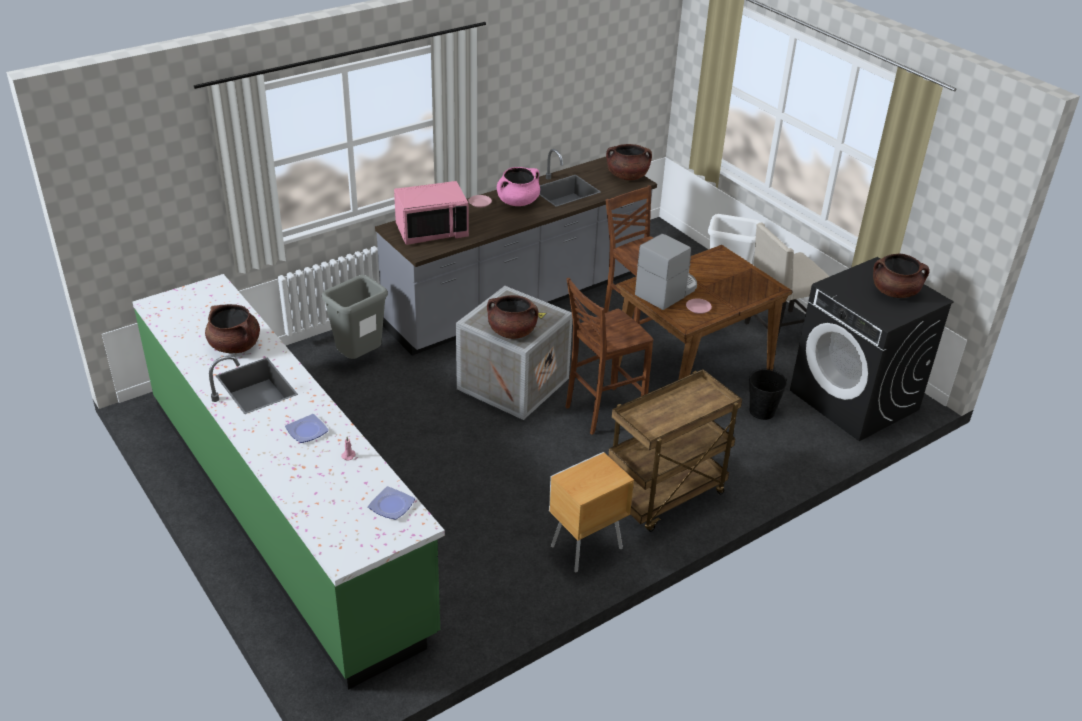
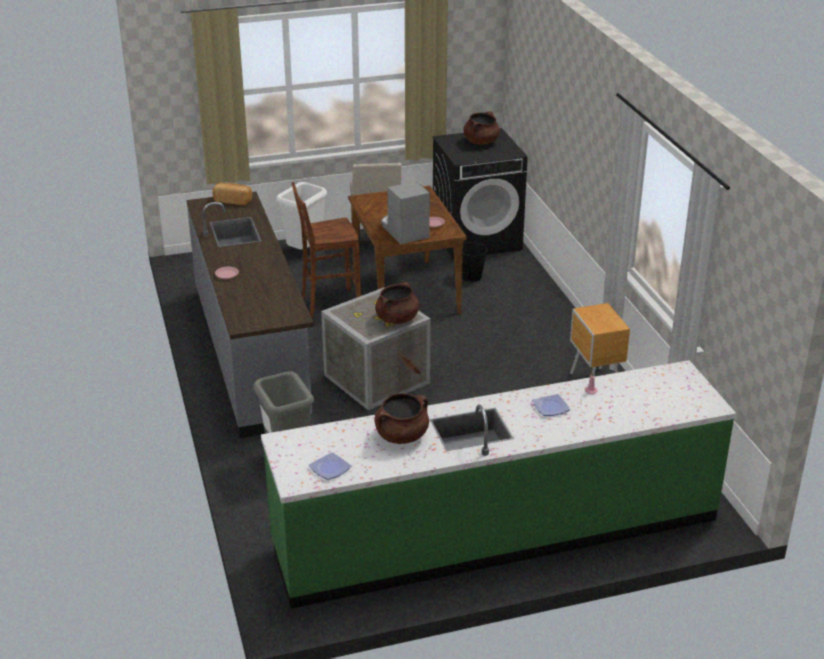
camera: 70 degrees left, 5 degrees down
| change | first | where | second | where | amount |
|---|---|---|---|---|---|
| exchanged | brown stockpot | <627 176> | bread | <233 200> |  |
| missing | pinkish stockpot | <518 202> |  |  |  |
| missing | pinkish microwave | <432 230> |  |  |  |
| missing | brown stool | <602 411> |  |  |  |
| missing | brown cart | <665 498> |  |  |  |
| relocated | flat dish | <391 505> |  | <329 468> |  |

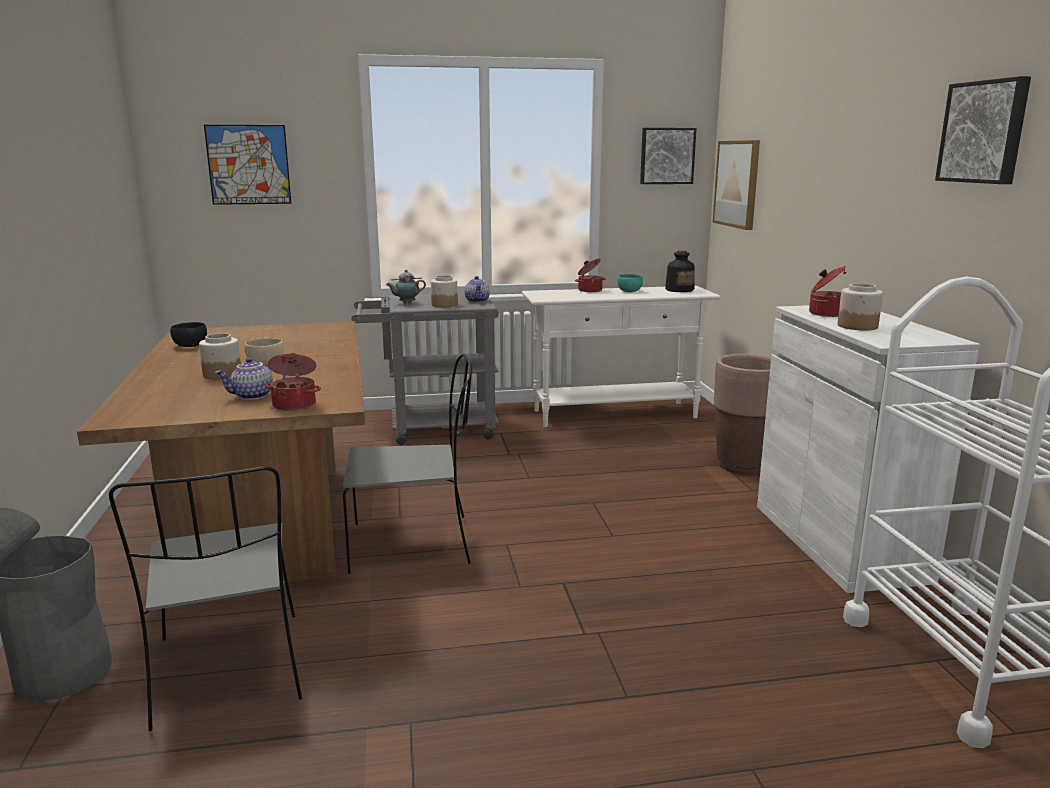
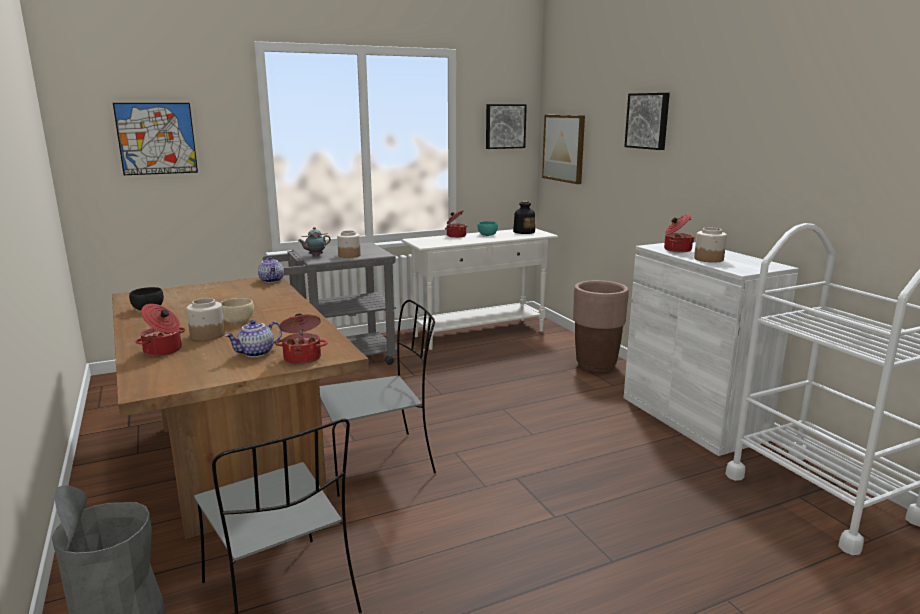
camera: 15 degrees left, 0 degrees up
| change | first | where | second | where | amount |
|---|---|---|---|---|---|
| relocated | wall picture | <984 132> |  | <648 121> |  |
| relocated | pot for tea | <478 301> |  | <272 280> |  |
| appeared |  |  | stockpot | <163 351> |  |

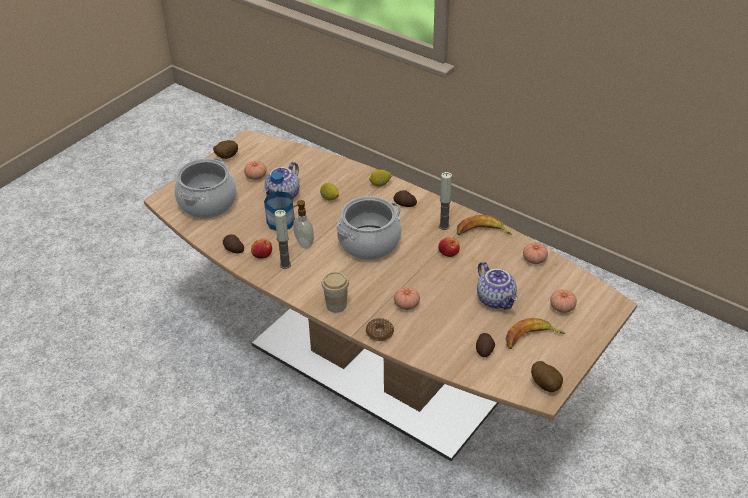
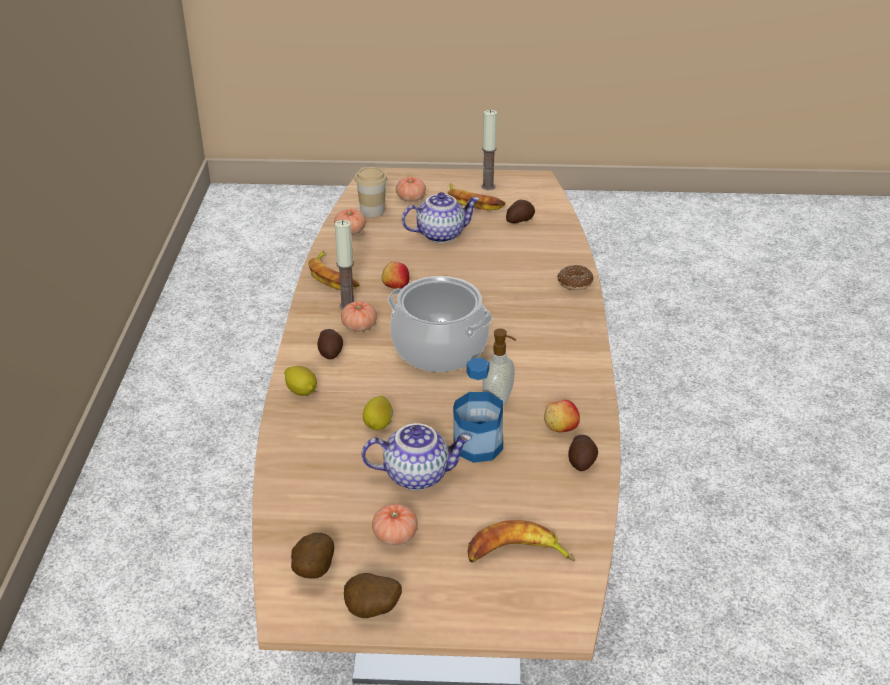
camera: 125 degrees left, 5 degrees down
| change | first | where | second | where | amount |
|---|---|---|---|---|---|
| exchanged | stockpot | <207 203> | banana | <517 554> |  |
| relocated | wax candle | <285 264> |  | <488 186> |  |
| spun | pot for tea | <496 299> |  | <441 234> | 45 degrees clockwise |
| relocated | cup | <336 305> |  | <372 211> |  |
| relocated | whole tomato | <406 304> |  | <359 326> |  |
| relocated | spud | <546 385> |  | <312 571> |  |

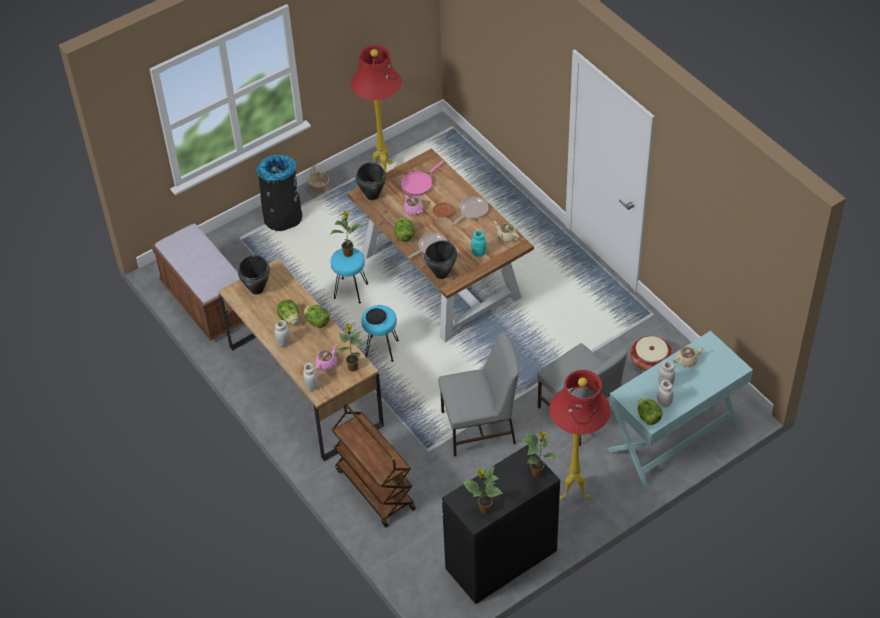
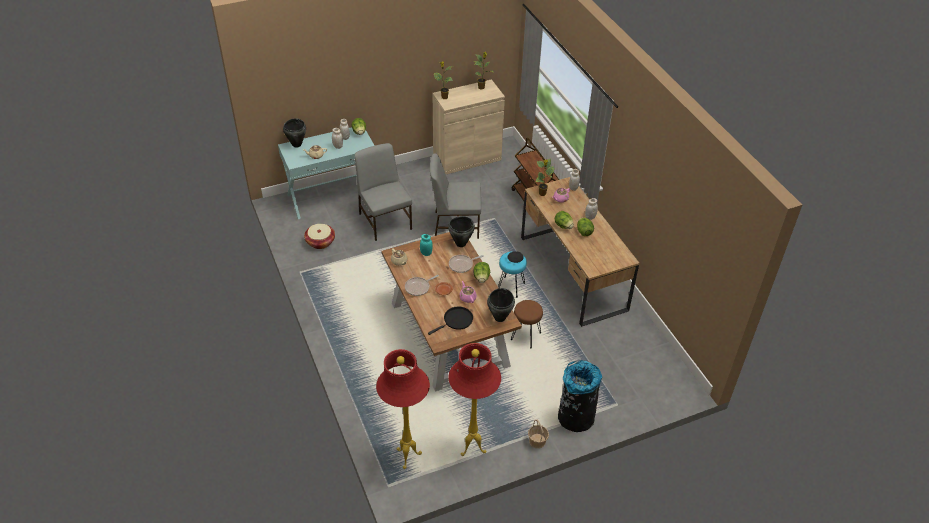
camera: 170 degrees left, 5 degrees down
| change | first | where | second | where | amount |
|---|---|---|---|---|---|
| colour | pinkish skillet | <418 183> | black-coloured skillet | <456 321> |  |
| missing | houseplant | <348 253> |  |  |  |
| missing | brown bench | <206 303> |  |  |  |
| colour | blue-green stool | <350 290> | brown stool | <526 336> |  |
| relocated | black-coloured stockpot | <257 289> |  | <296 144> |  |
| relocated | red-coloured floor lamp | <575 492> |  | <406 457> |  |
| colour | black-coloured storage cabinet | <501 559> | sand-coloured storage cabinet | <467 158> |  |

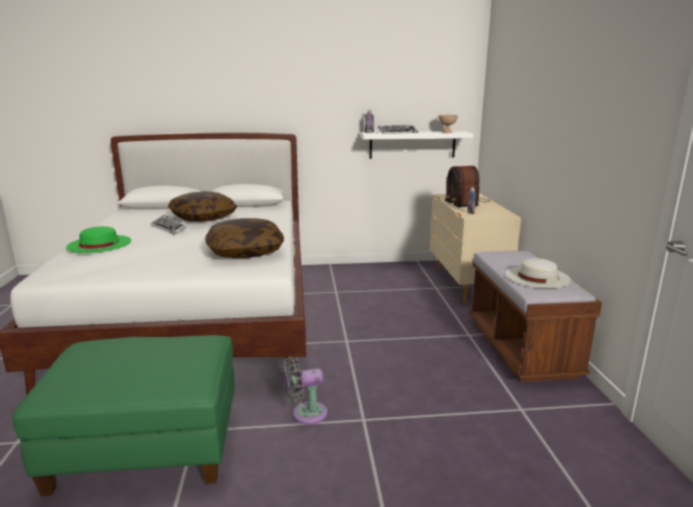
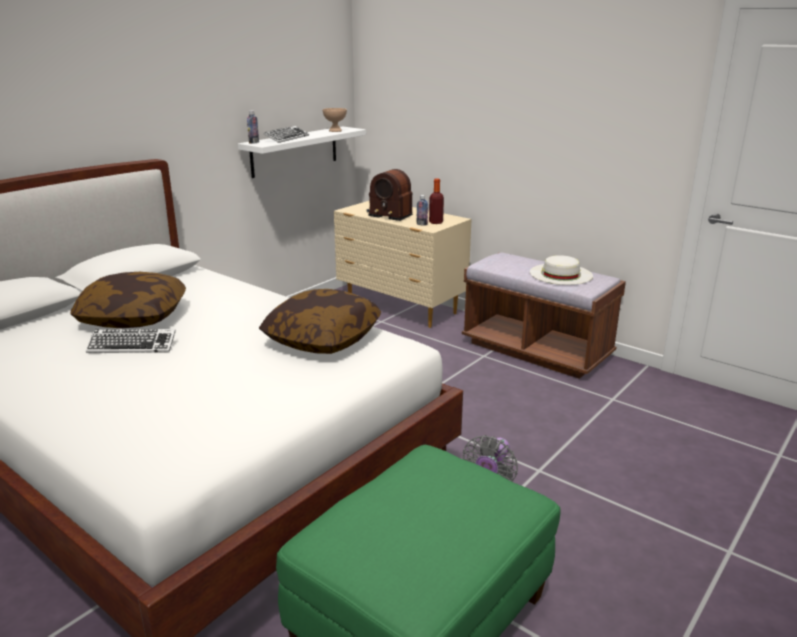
camera: 45 degrees left, 5 degrees up
| change | first | where | second | where | amount |
|---|---|---|---|---|---|
| missing | greenish wearable hat | <99 244> |  |  |  |
| appeared |  |  | beverage bottle | <436 222> |  |

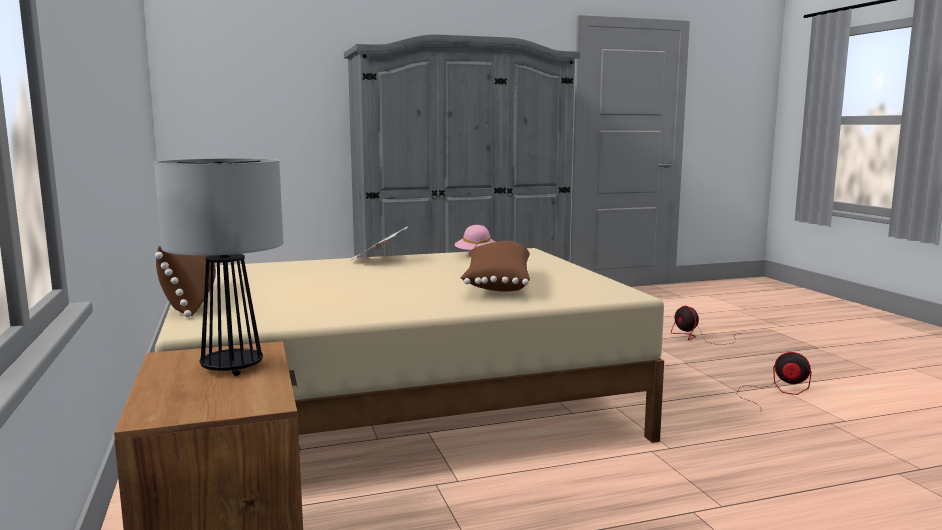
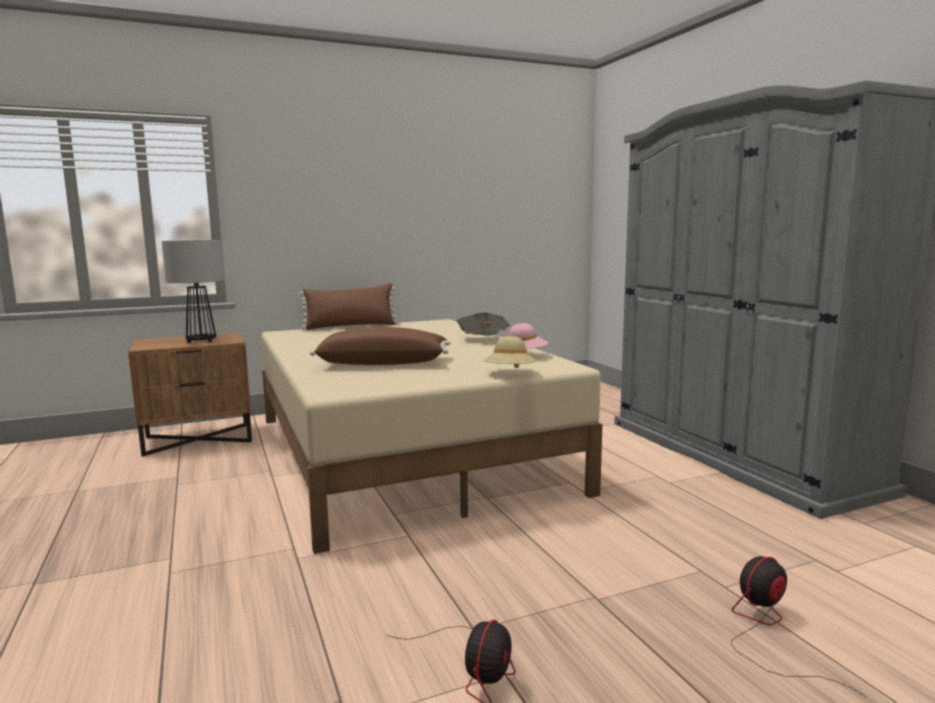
camera: 85 degrees right, 0 degrees up
| change | first | where | second | where | amount |
|---|---|---|---|---|---|
| appeared |  |  | sand-coloured wearable hat | <510 373> |  |

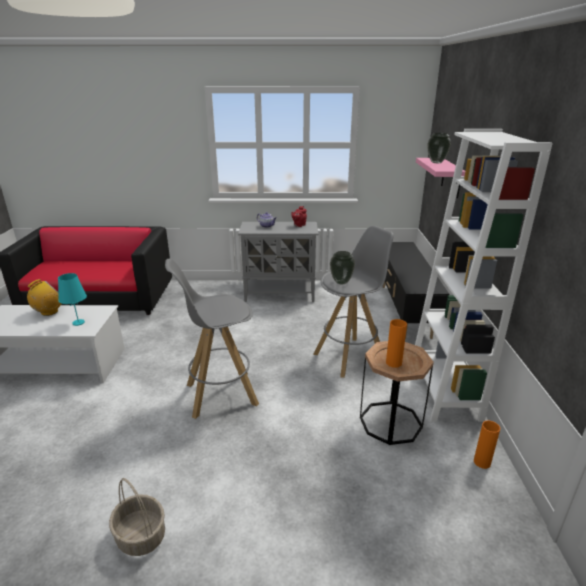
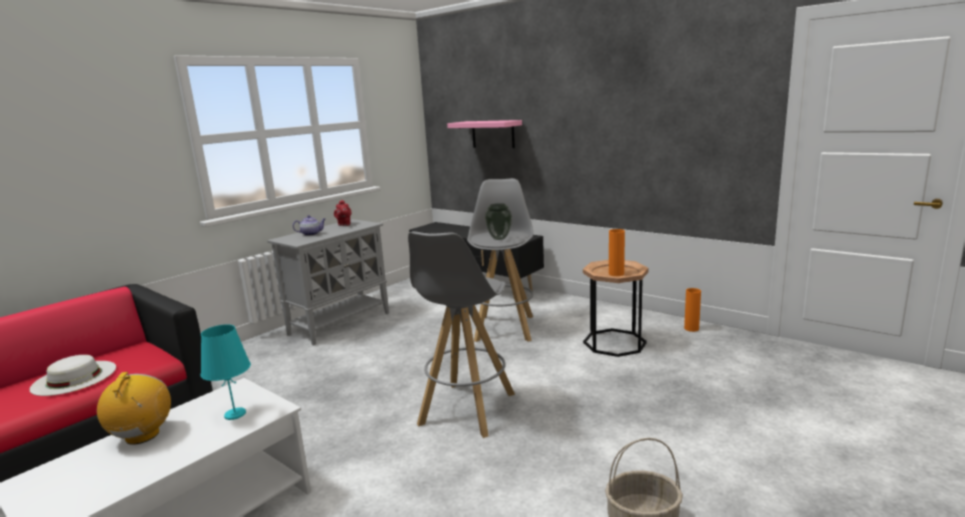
camera: 50 degrees left, 10 degrees down
| change | first | where | second | where | amount |
|---|---|---|---|---|---|
| missing | whitish bookshelf | <444 392> |  |  |  |
| missing | vase | <436 162> |  |  |  |
| appeared |  |  | whitish wearable hat | <74 377> |  |

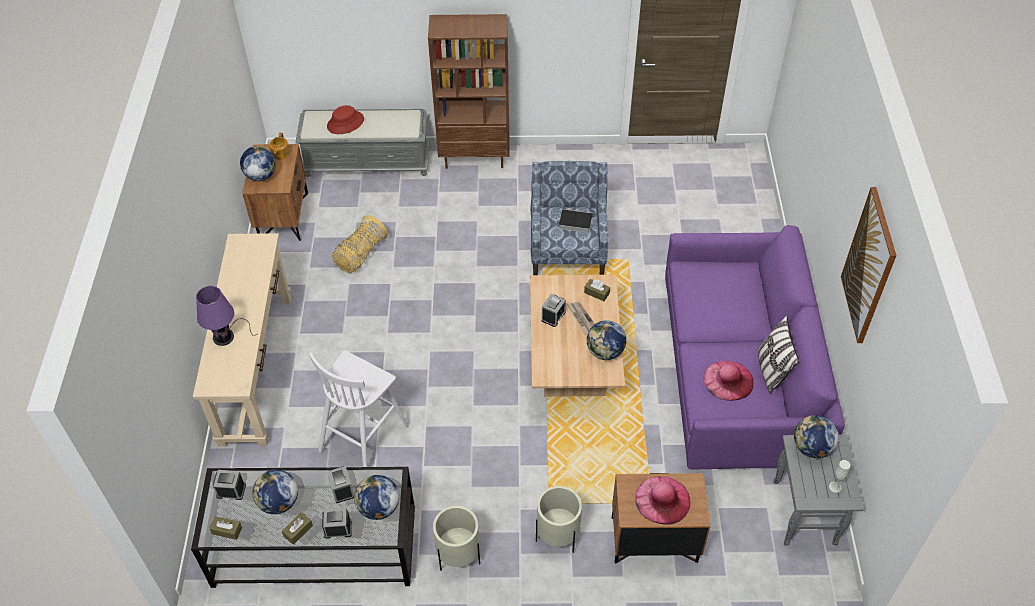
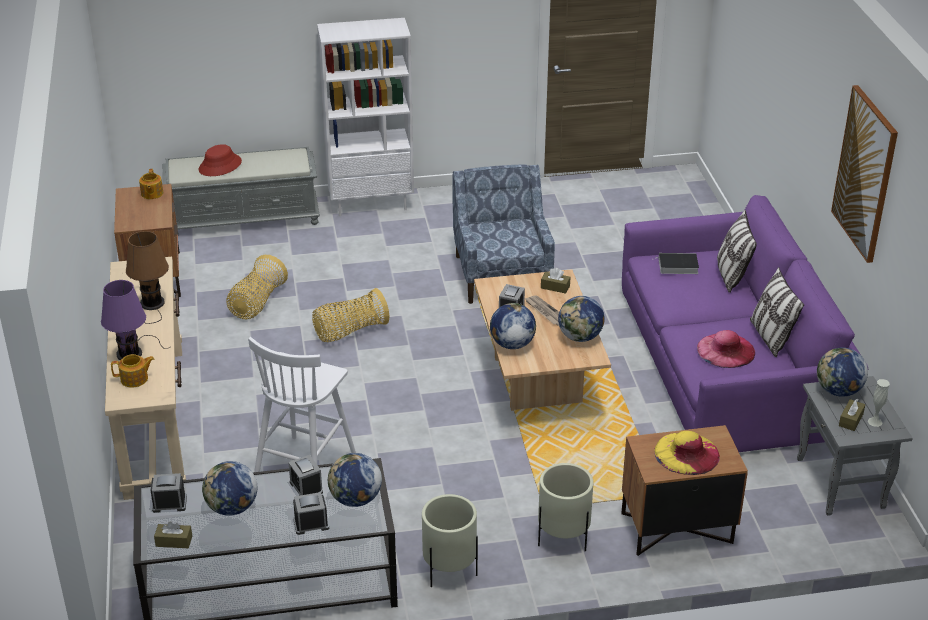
camera: 10 degrees left, 15 degrees down
| change | first | where | second | where | amount |
|---|---|---|---|---|---|
| colour | brown bookshelf | <475 158> | whitish bookshelf | <371 204> |  |
| relocated | desk globe | <260 176> |  | <512 344> |  |
| relocated | volume | <574 222> |  | <676 266> |  |
| colour | pinkish wearable hat | <662 500> | yellowish wearable hat | <686 453> |  |
| relocated | brown tissue box | <298 531> |  | <851 420> |  |
| appeared |  |  | pillow | <731 276> |  |
| appeared |  |  | brown table lamp | <151 305> |  |
| appeared |  |  | household basket | <349 331> |  |
| appeared |  |  | pot for tea | <135 379> |  |

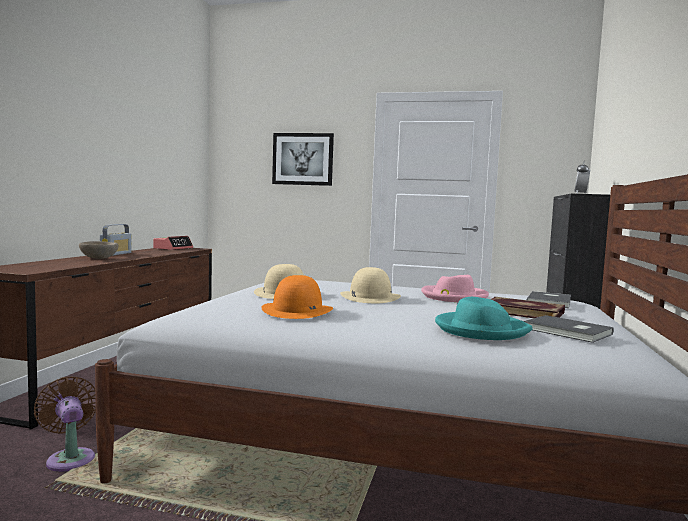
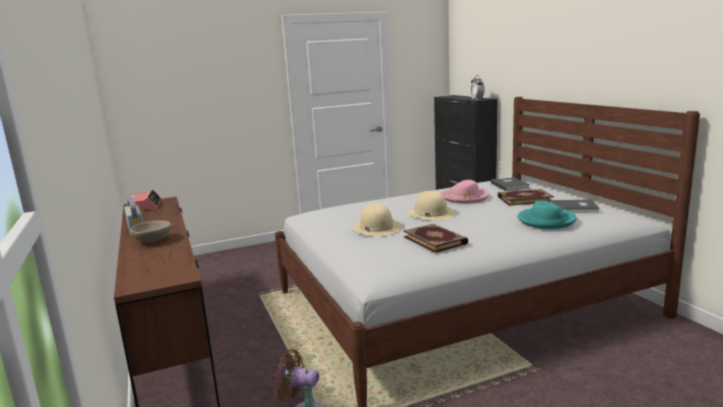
camera: 35 degrees left, 10 degrees up
| change | first | where | second | where | amount |
|---|---|---|---|---|---|
| missing | wall picture | <303 159> |  |  |  |
| exchanged | orange-coloured wearable hat | <297 310> | volume | <435 240> |  |

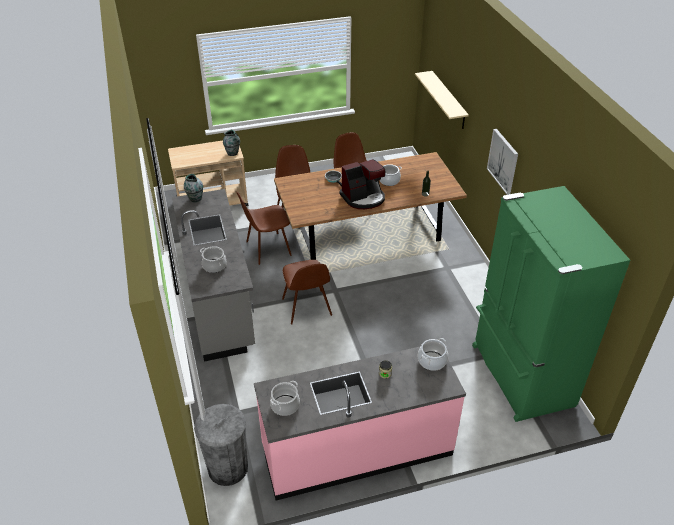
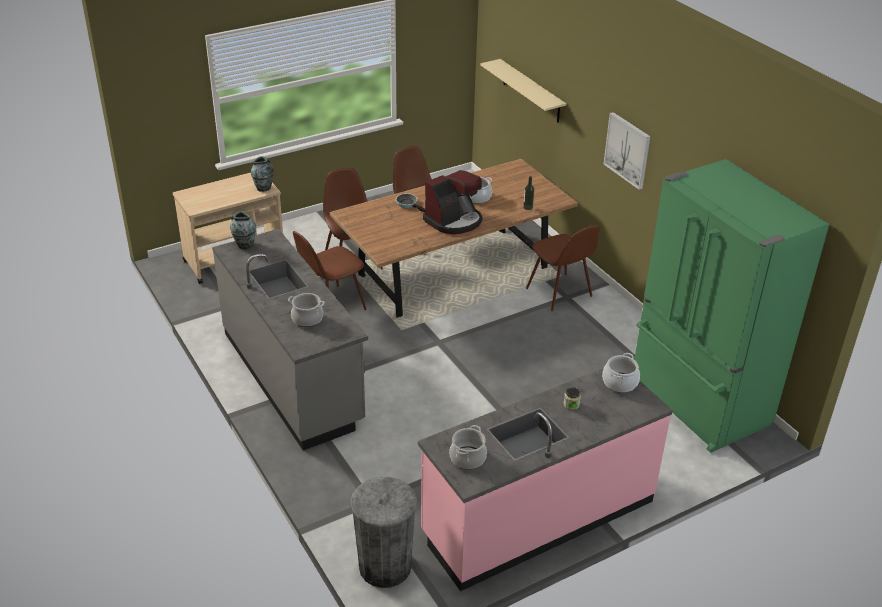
camera: 15 degrees left, 5 degrees down
| change | first | where | second | where | amount |
|---|---|---|---|---|---|
| relocated | brown plain chair | <307 308> |  | <560 293> |  |

